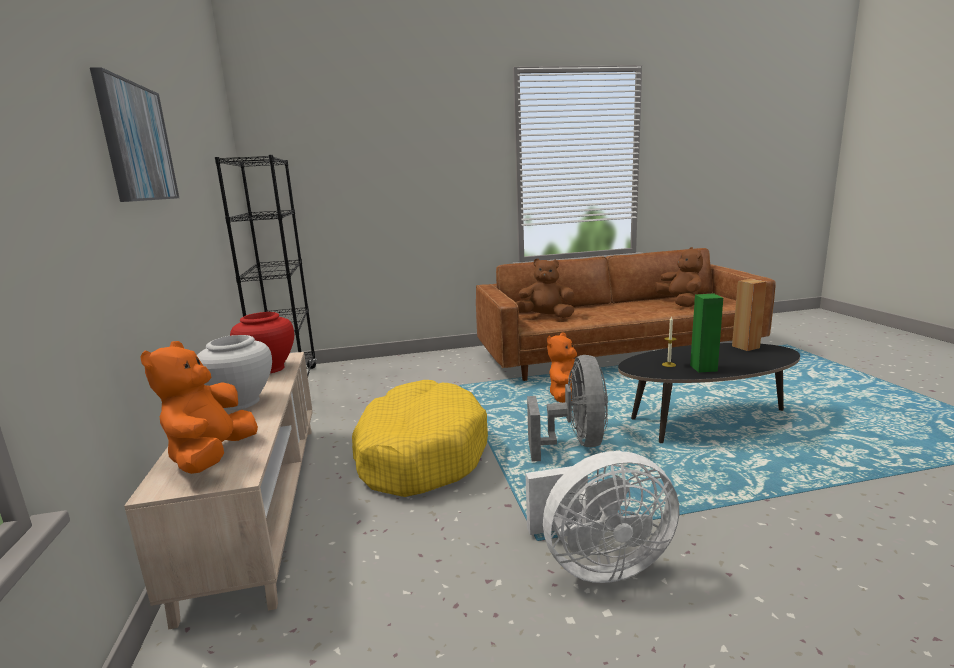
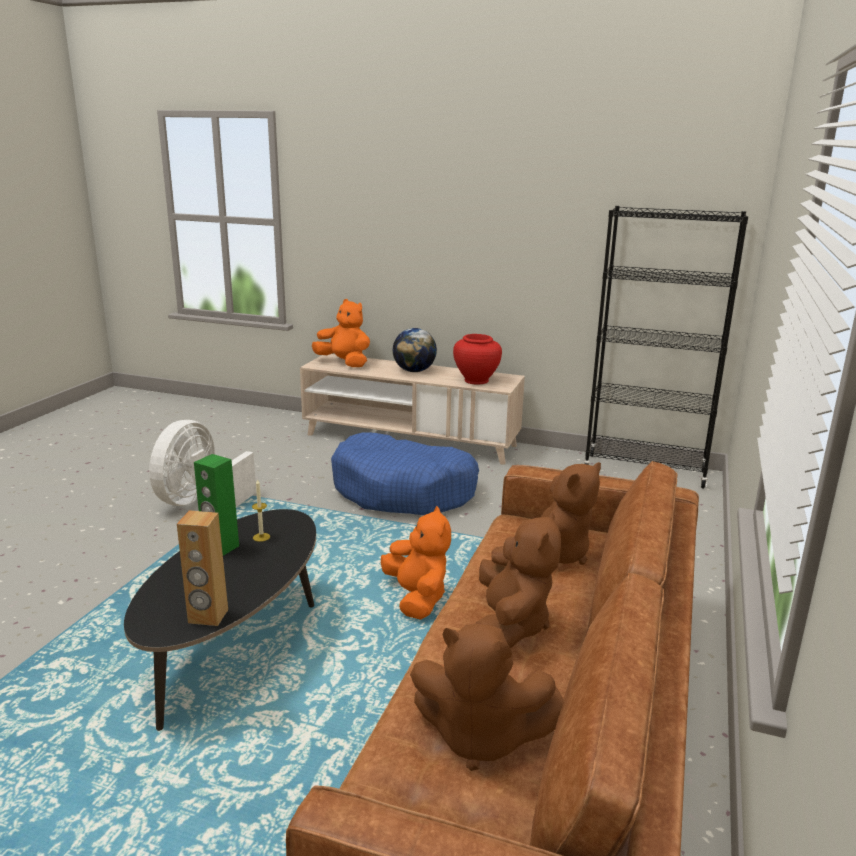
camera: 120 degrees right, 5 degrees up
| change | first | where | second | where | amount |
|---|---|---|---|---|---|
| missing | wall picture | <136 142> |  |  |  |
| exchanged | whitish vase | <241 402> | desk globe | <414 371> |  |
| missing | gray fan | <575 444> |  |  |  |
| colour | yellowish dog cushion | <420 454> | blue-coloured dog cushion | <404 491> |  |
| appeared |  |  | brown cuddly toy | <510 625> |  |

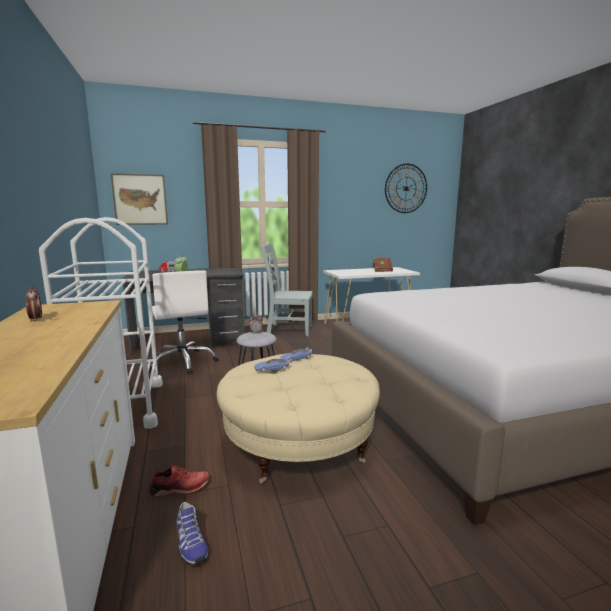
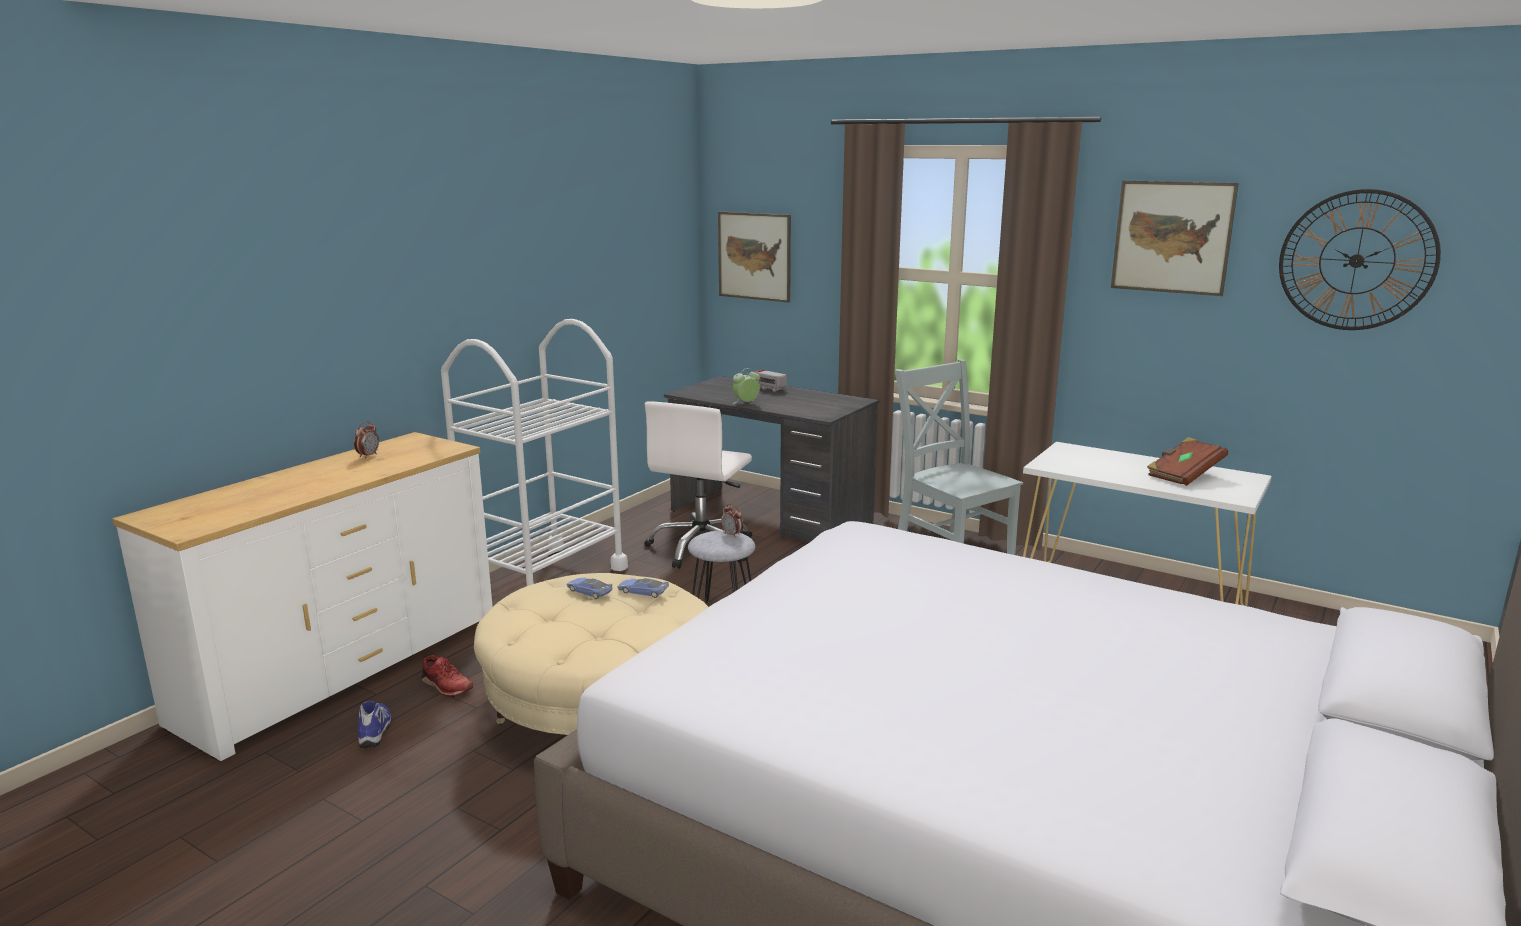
camera: 50 degrees right, 5 degrees up
| change | first | where | second | where | amount |
|---|---|---|---|---|---|
| spun | shoe | <190 545> |  | <376 731> | 150 degrees clockwise |
| appeared |  |  | wall picture | <1172 237> |  |

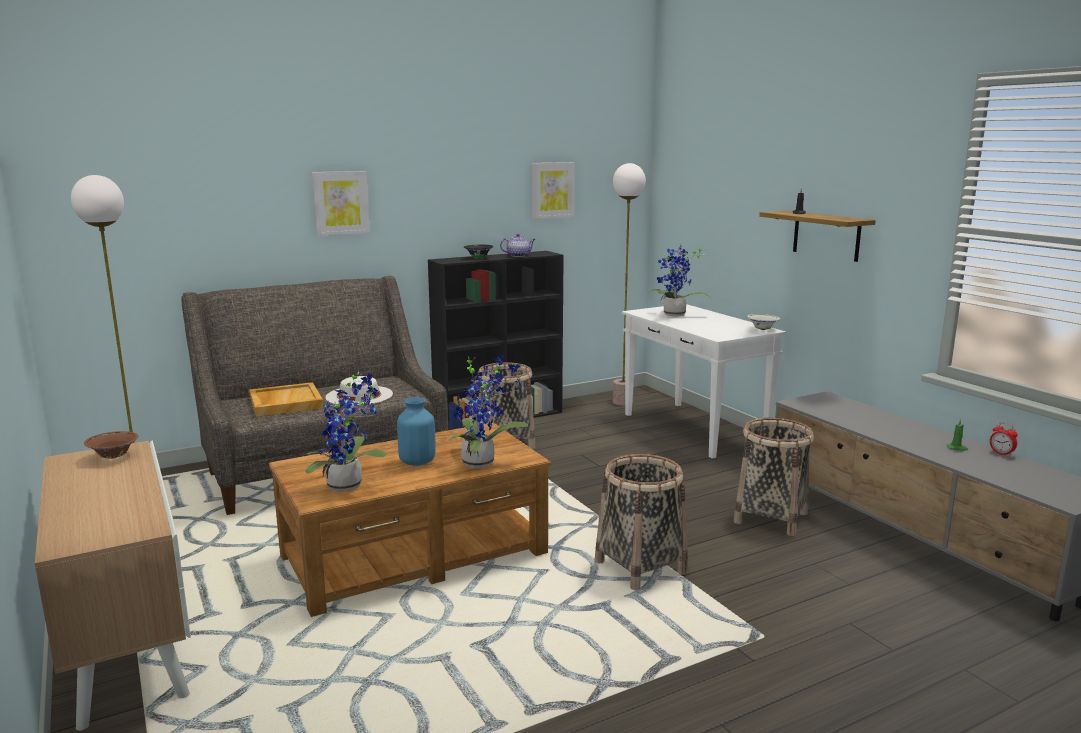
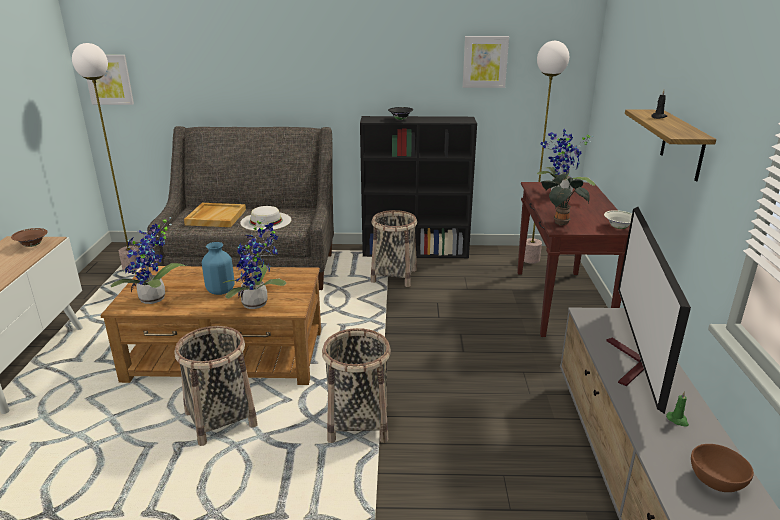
camera: 30 degrees right, 10 degrees up
| change | first | where | second | where | amount |
|---|---|---|---|---|---|
| relocated | wall picture | <341 203> |  | <109 79> |  |
| missing | pot for tea | <518 255> |  |  |  |
| colour | whitish narrow table | <695 430> | brown narrow table | <561 303> |  |
| relocated | household basket | <771 517> |  | <221 419> |  |
| missing | table clock | <1001 453> |  |  |  |
| appeared |  |  | houseplant | <559 222> |  |
| appeared |  |  | TV | <632 364> |  |
| appeared |  |  | brown deep dish | <714 481> |  |

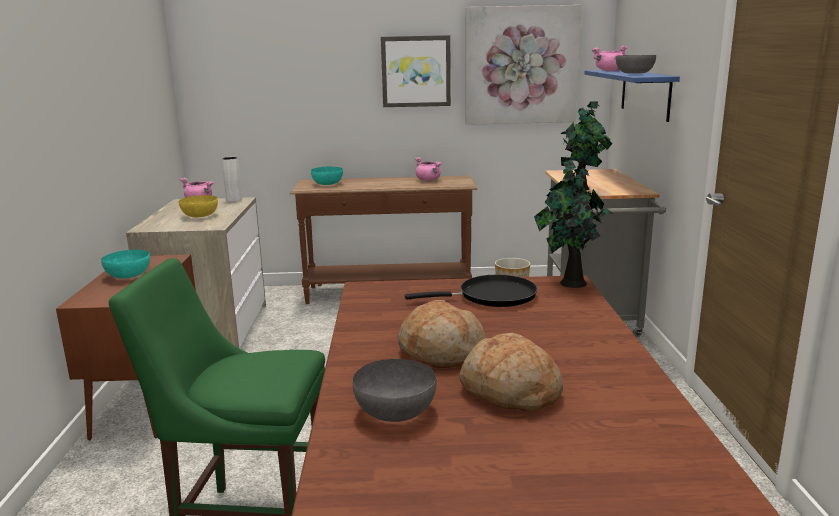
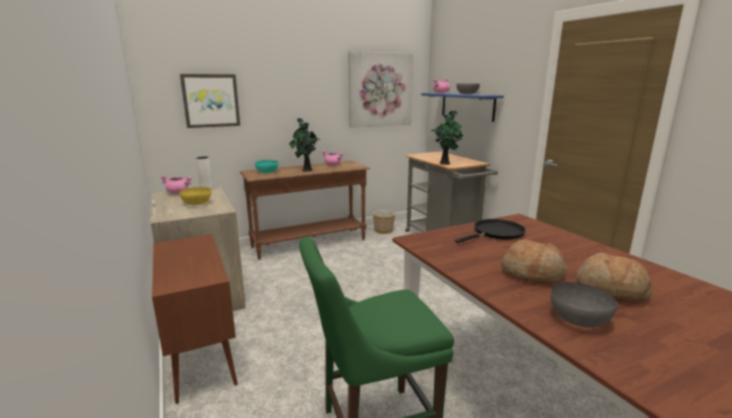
camera: 25 degrees left, 0 degrees up
| change | first | where | second | where | amount |
|---|---|---|---|---|---|
| relocated | wall picture | <416 71> |  | <211 100> |  |
| relocated | houseplant | <570 283> |  | <306 170> |  |
| missing | blue-green deep dish | <128 275> |  |  |  |

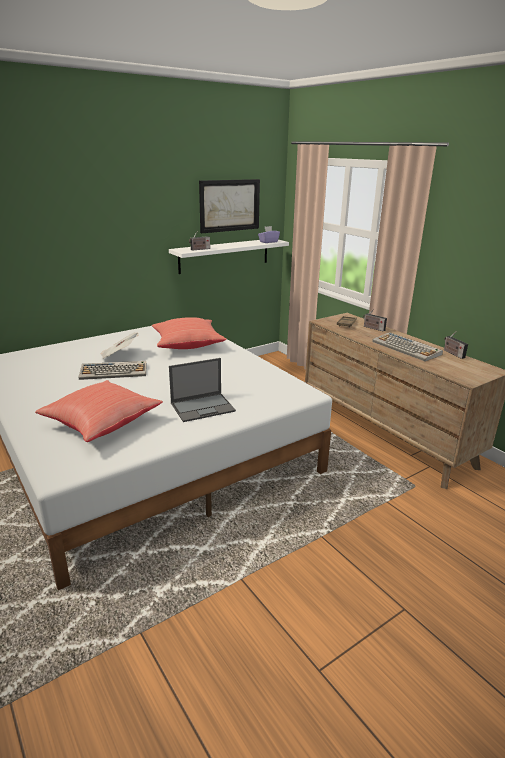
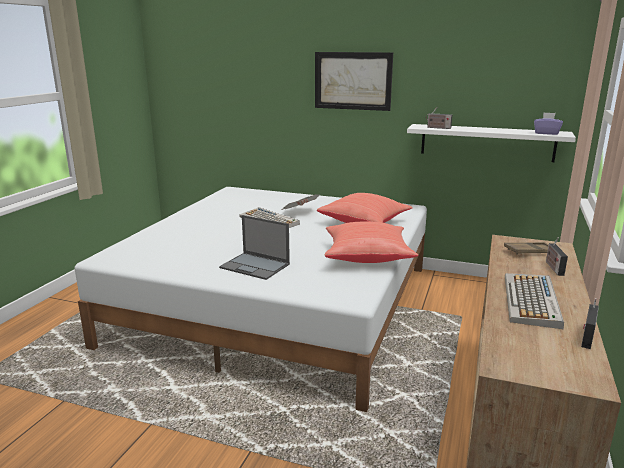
camera: 55 degrees right, 5 degrees down
| change | first | where | second | where | amount |
|---|---|---|---|---|---|
| relocated | wall picture | <229 205> |  | <353 81> |  |
| relocated | red-coloured pillow | <101 424> |  | <367 257> |  |

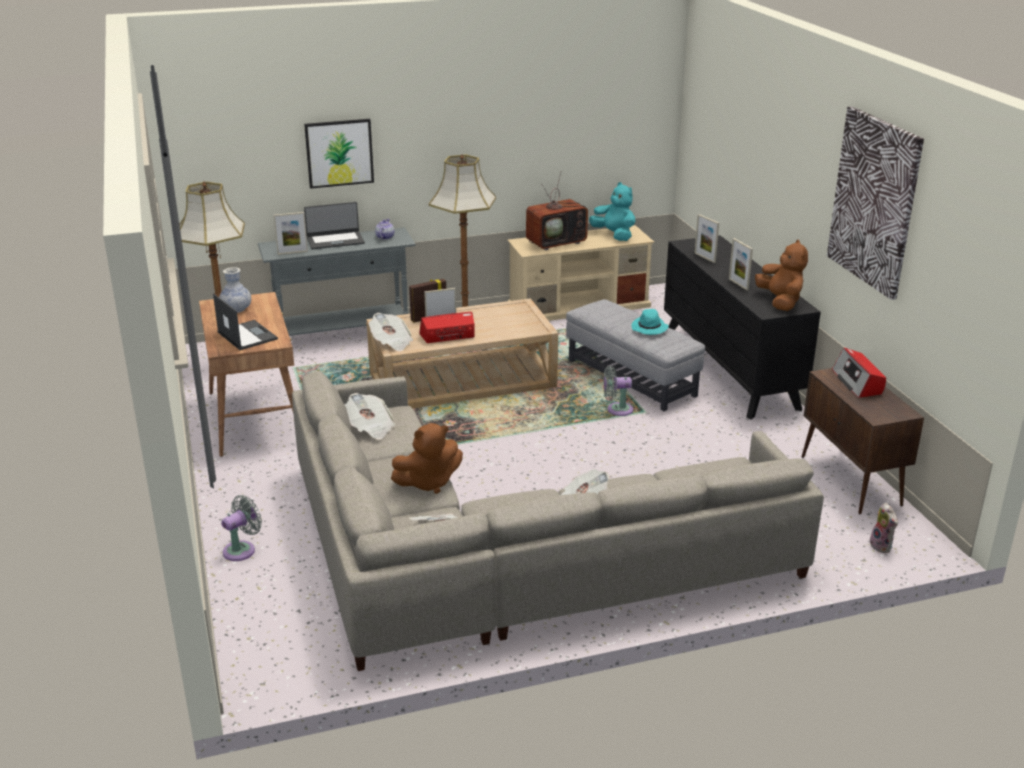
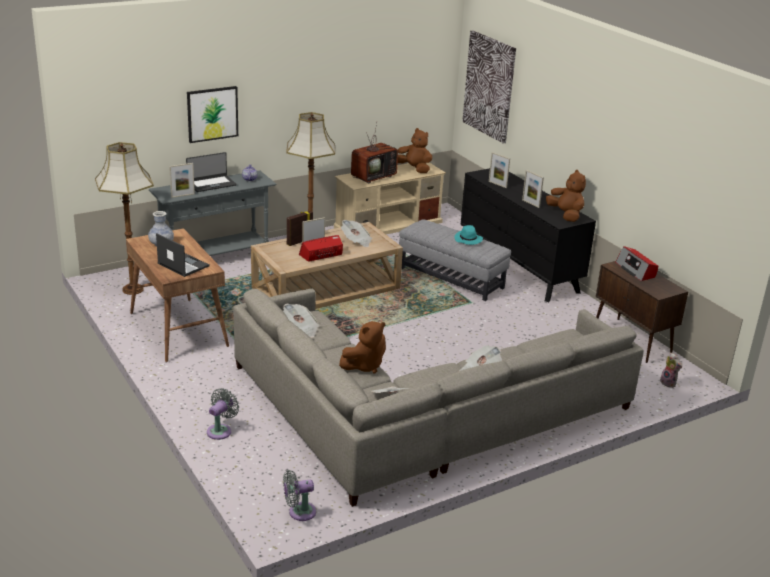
camera: 15 degrees left, 0 degrees up
| change | first | where | second | where | amount |
|---|---|---|---|---|---|
| relocated | wall picture | <874 201> |  | <489 86> |  |
| colour | blue-green cuddly toy | <614 235> | brown cuddly toy | <414 169> |  |
| relocated | printed paper | <391 342> |  | <356 241> |  |
| relocated | gray fan | <617 410> |  | <299 512> |  |

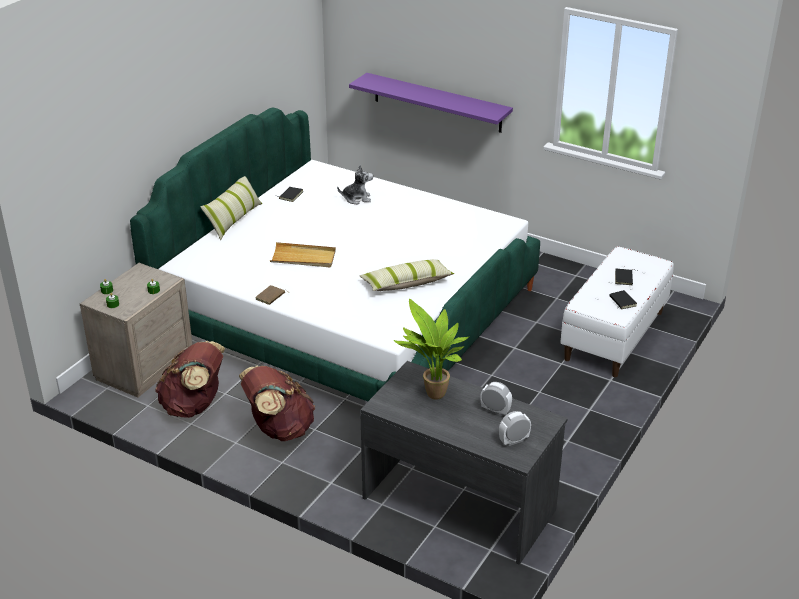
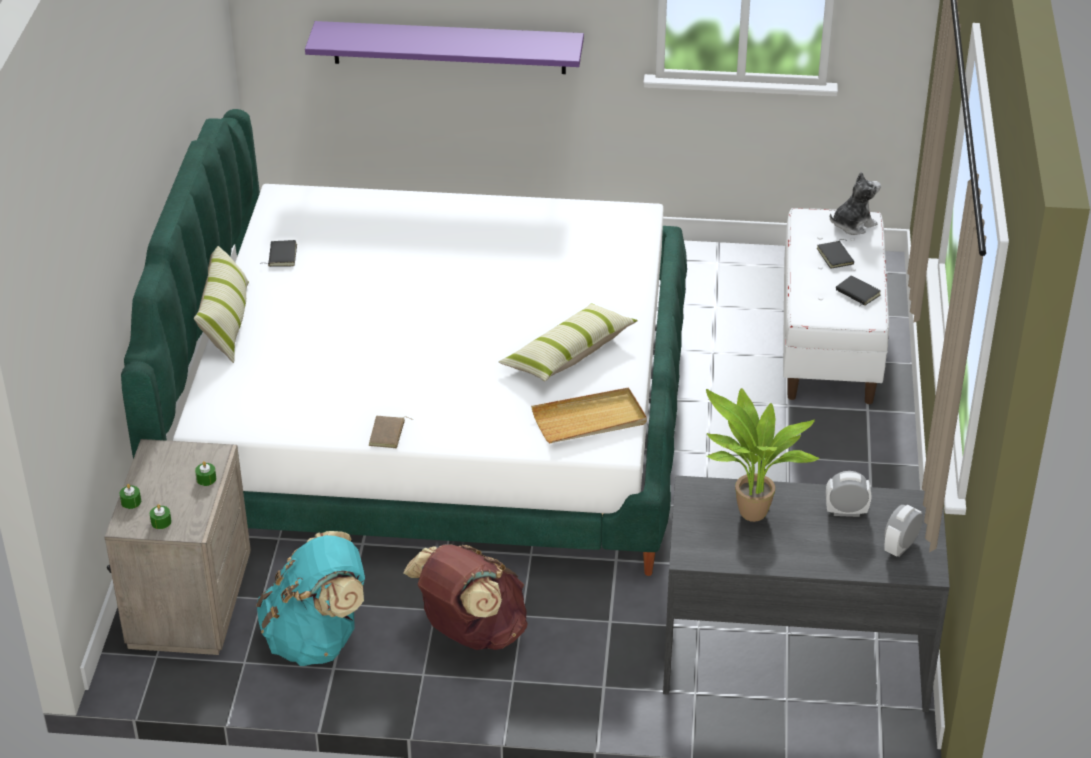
camera: 25 degrees left, 5 degrees up
| change | first | where | second | where | amount |
|---|---|---|---|---|---|
| relocated | cuddly toy | <357 198> |  | <852 224> |  |
| relocated | sand-coloured tray | <303 258> |  | <589 420> |  |
| colour | brown backpack | <194 406> | blue-green backpack | <317 639> |  |

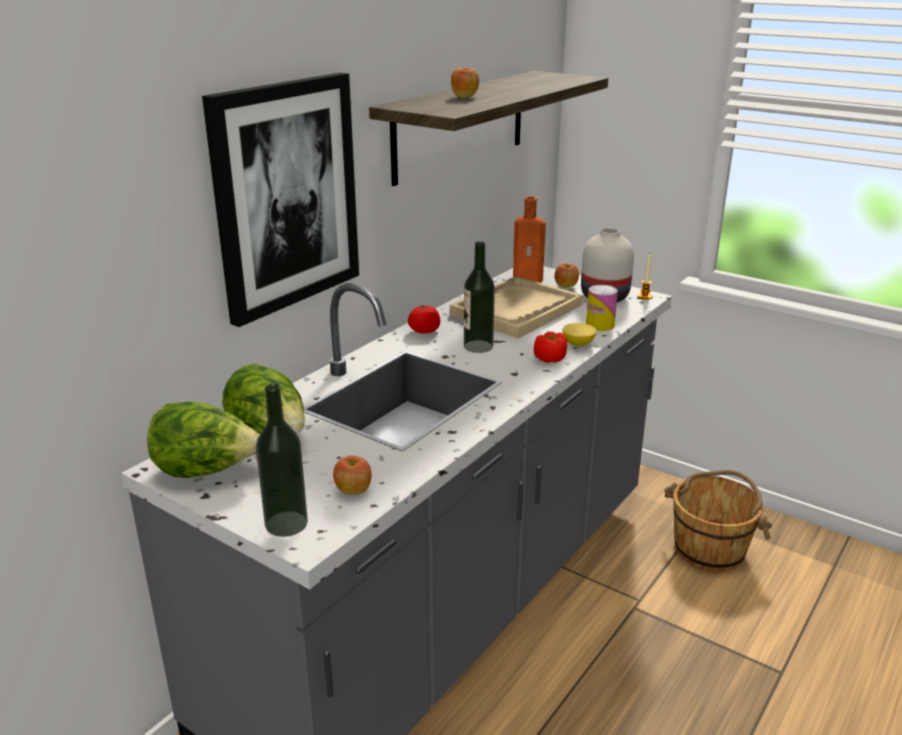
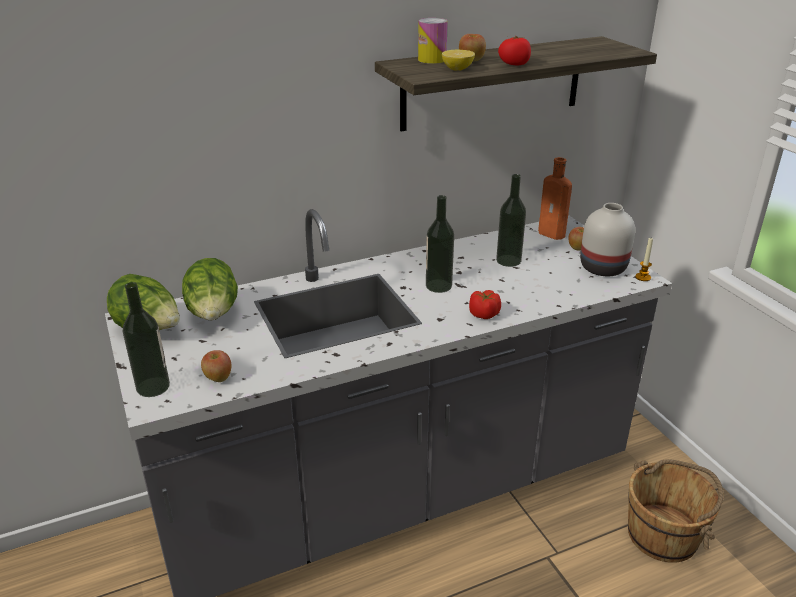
camera: 30 degrees right, 5 degrees up
| change | first | where | second | where | amount |
|---|---|---|---|---|---|
| missing | wall picture | <286 196> |  |  |  |
| exchanged | sand-coloured tray | <516 310> | beverage bottle | <508 260> |  |
| relocated | can | <600 325> |  | <432 60> |  |
| relocated | whole tomato | <424 331> |  | <514 64> |  |
| relocated | lemon | <578 344> |  | <457 69> |  |

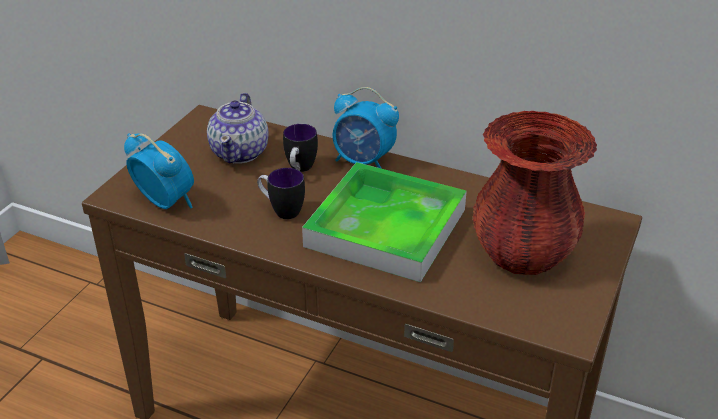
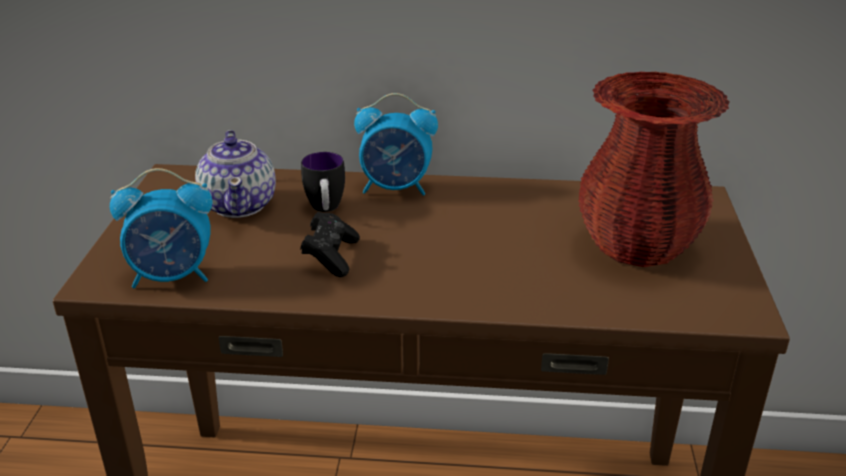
camera: 20 degrees left, 5 degrees down
| change | first | where | second | where | amount |
|---|---|---|---|---|---|
| spun | table clock | <165 202> |  | <173 276> | 150 degrees clockwise |
| missing | tray | <386 228> |  |  |  |
| exchanged | mug | <281 210> | black-coloured joypad | <331 256> |  |

